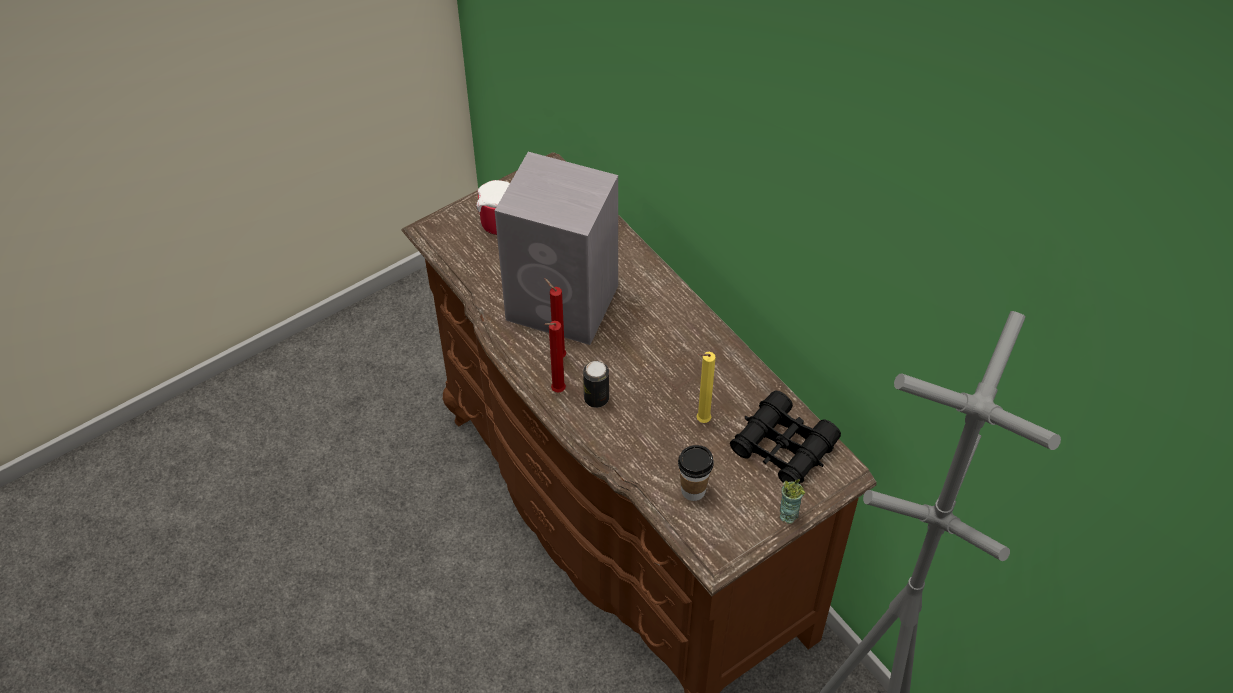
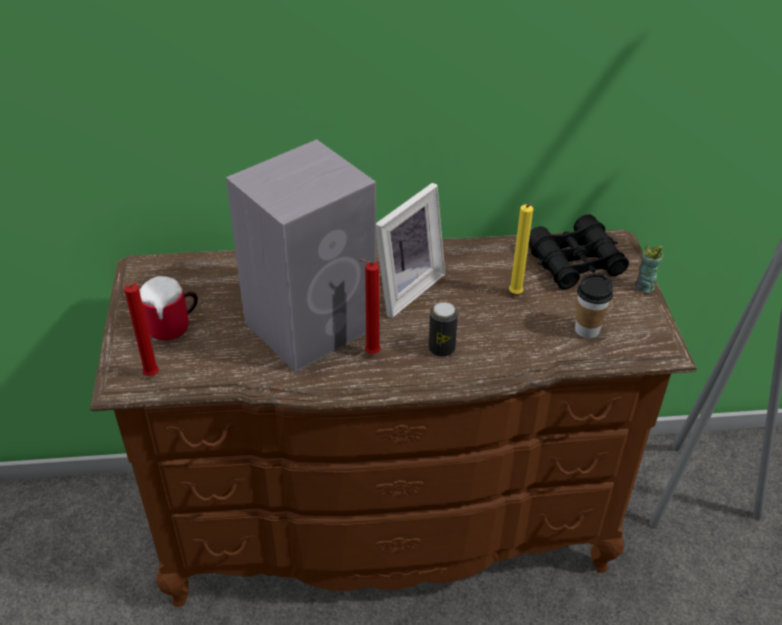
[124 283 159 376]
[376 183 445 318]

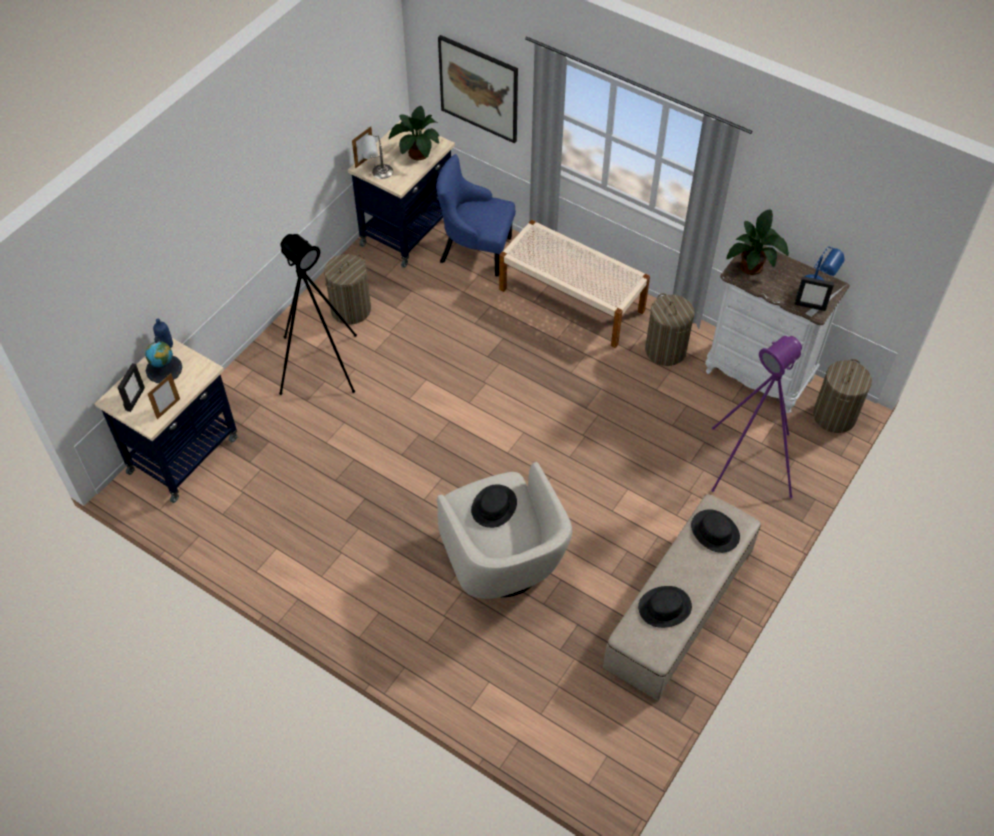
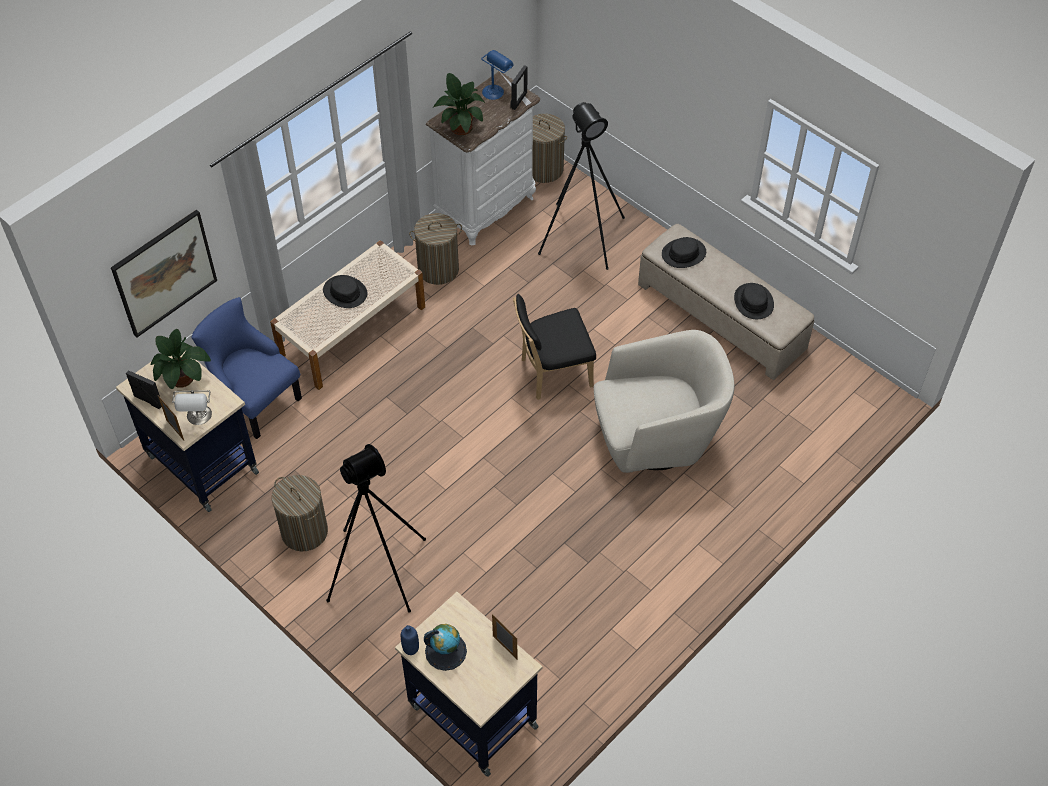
[126 370 162 409]
[191 297 302 439]
[323 275 367 308]
[538 102 625 270]
[513 294 596 400]

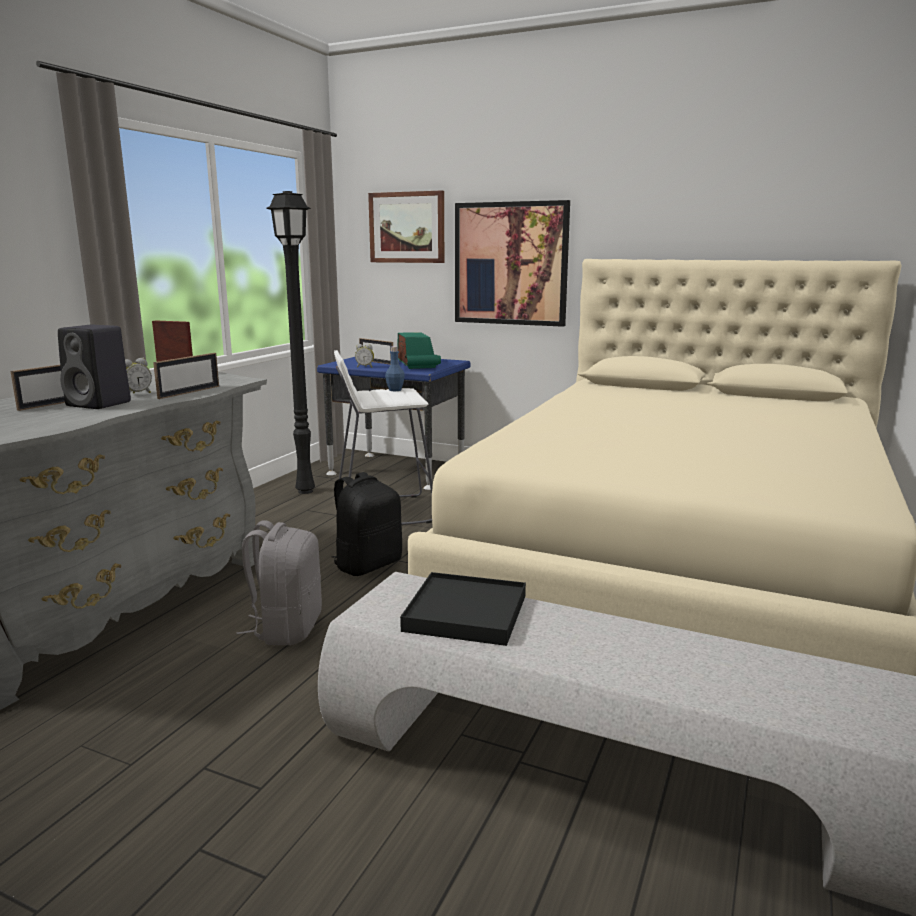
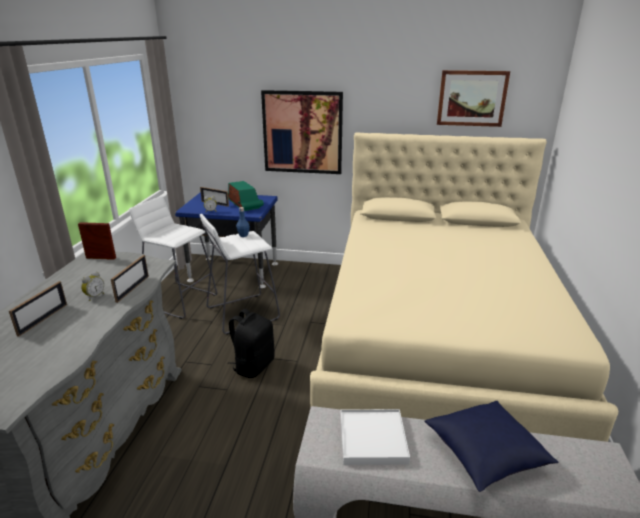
[58 325 131 409] (first image)
[237 520 322 645] (first image)
[129 196 217 319]
[437 70 510 127]
[340 409 410 465]
[425 401 558 492]

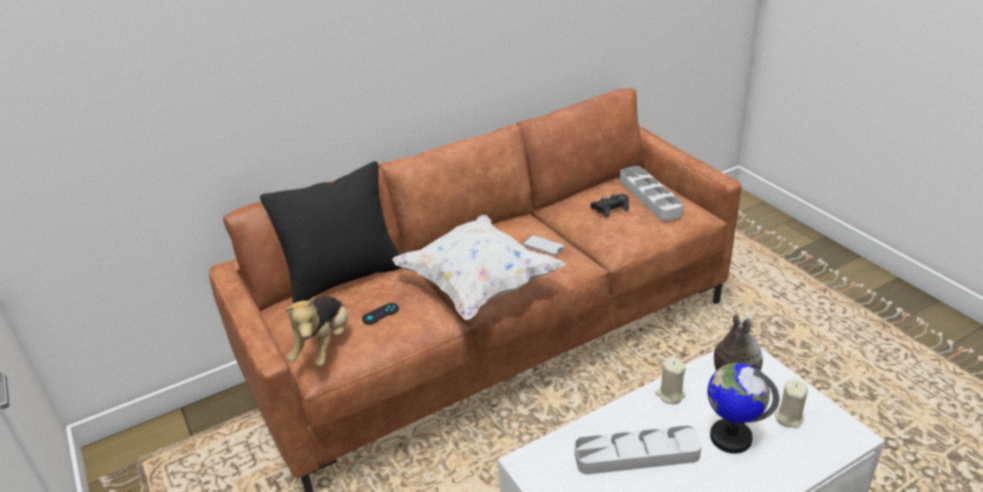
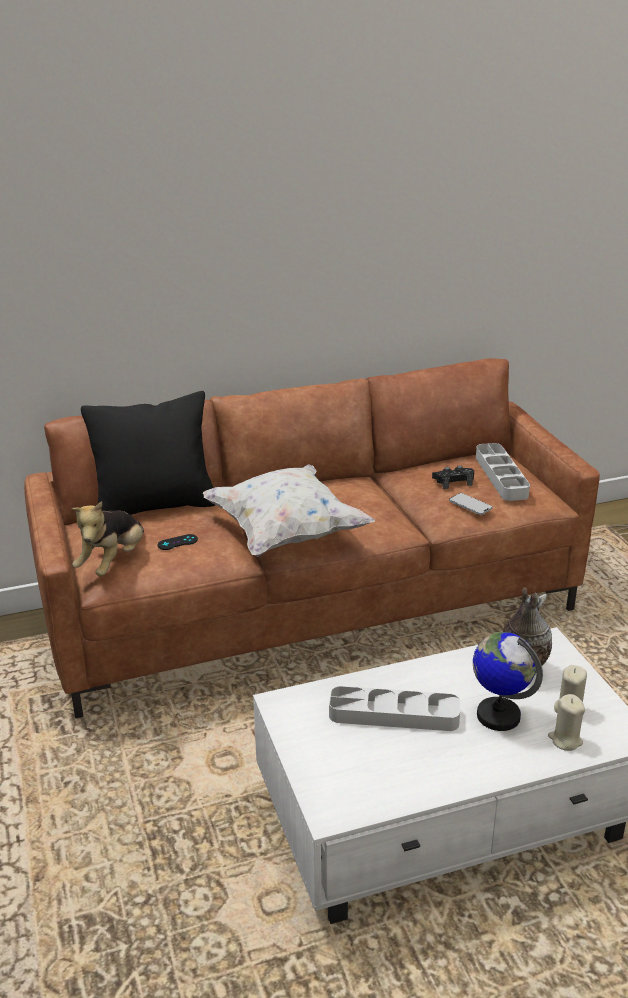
[449 493 493 515]
[548 694 585 751]

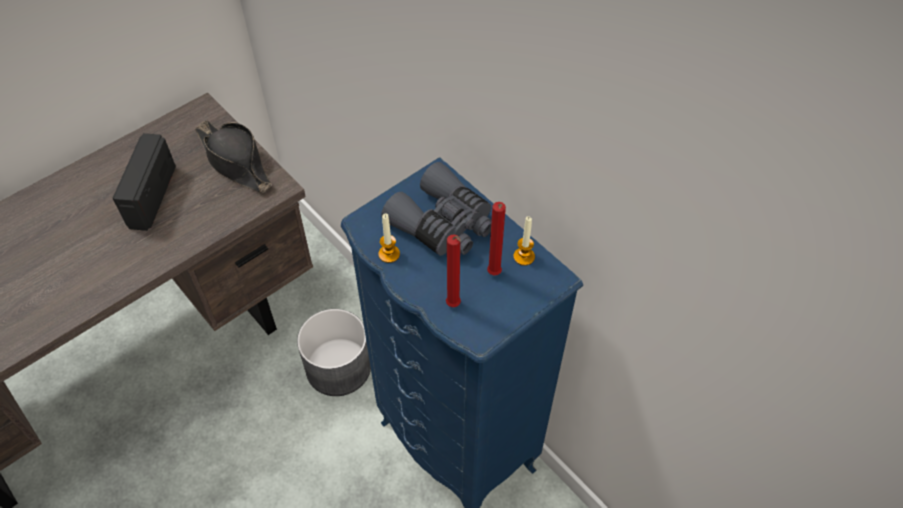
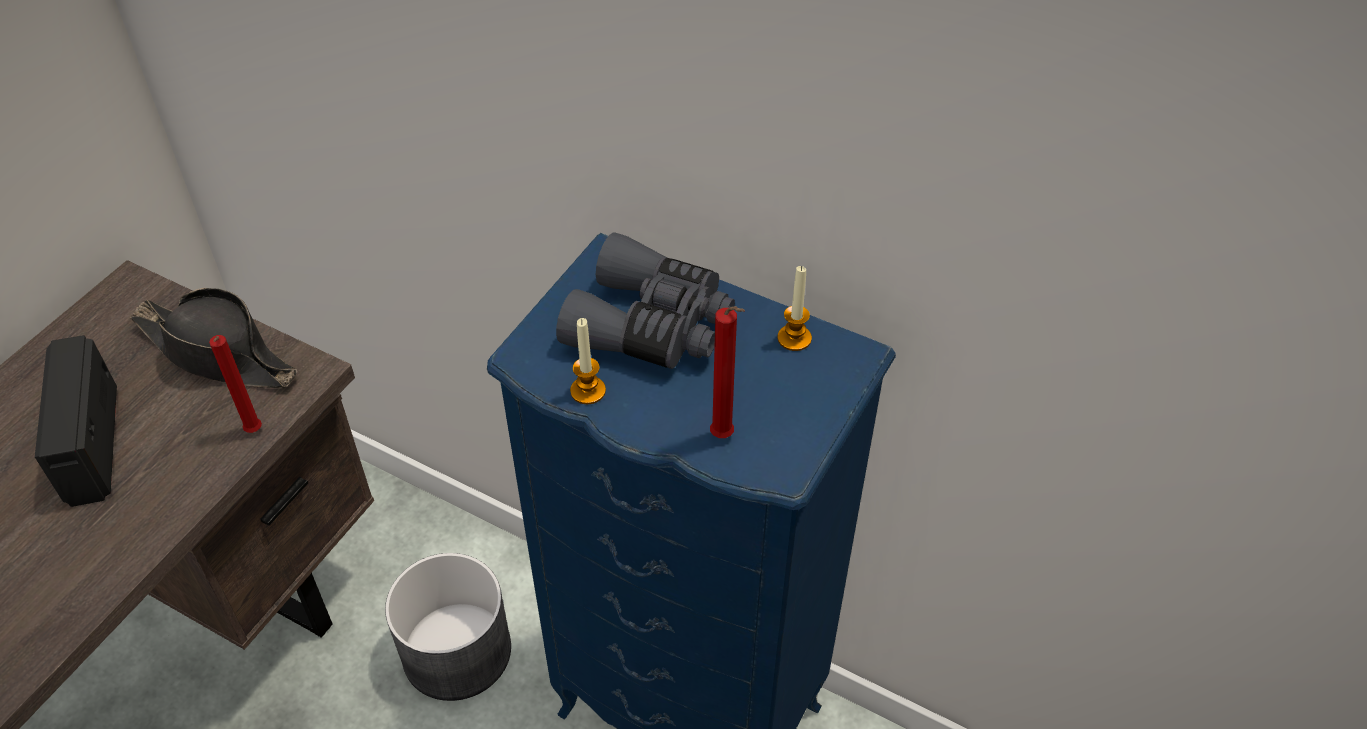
[209 335 262 433]

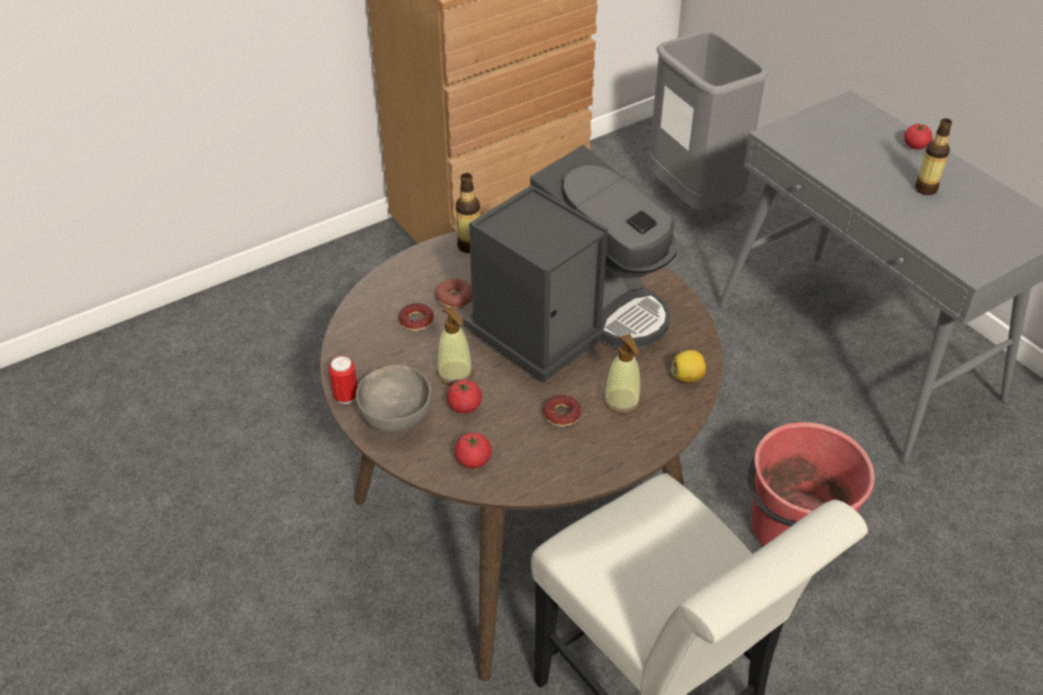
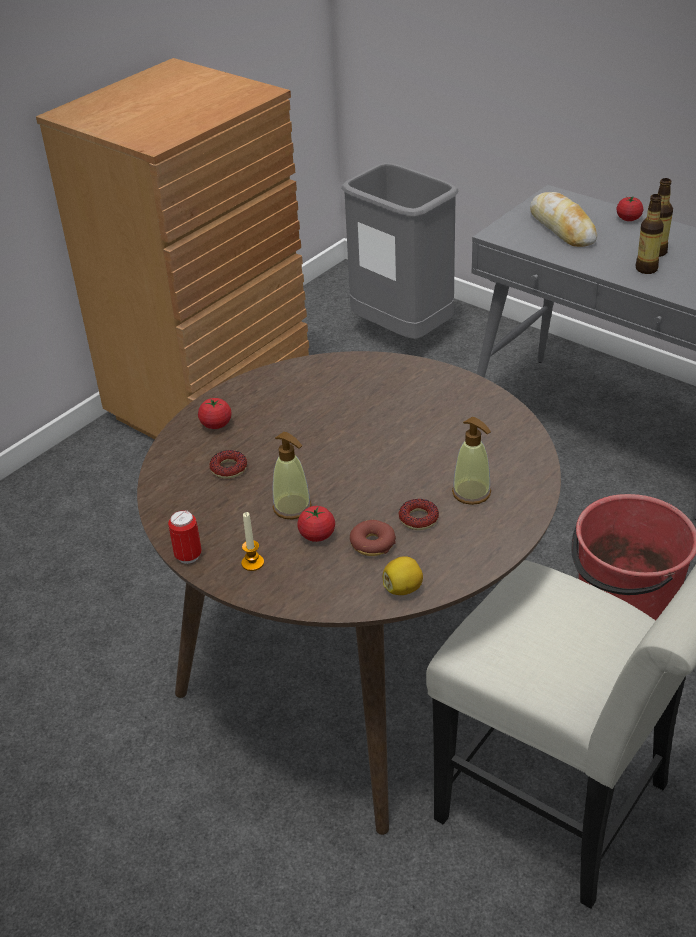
[241 512 264 571]
[350 520 396 556]
[198 398 232 429]
[636 194 664 274]
[463 145 677 382] (first image)
[383 556 423 595]
[530 192 597 247]

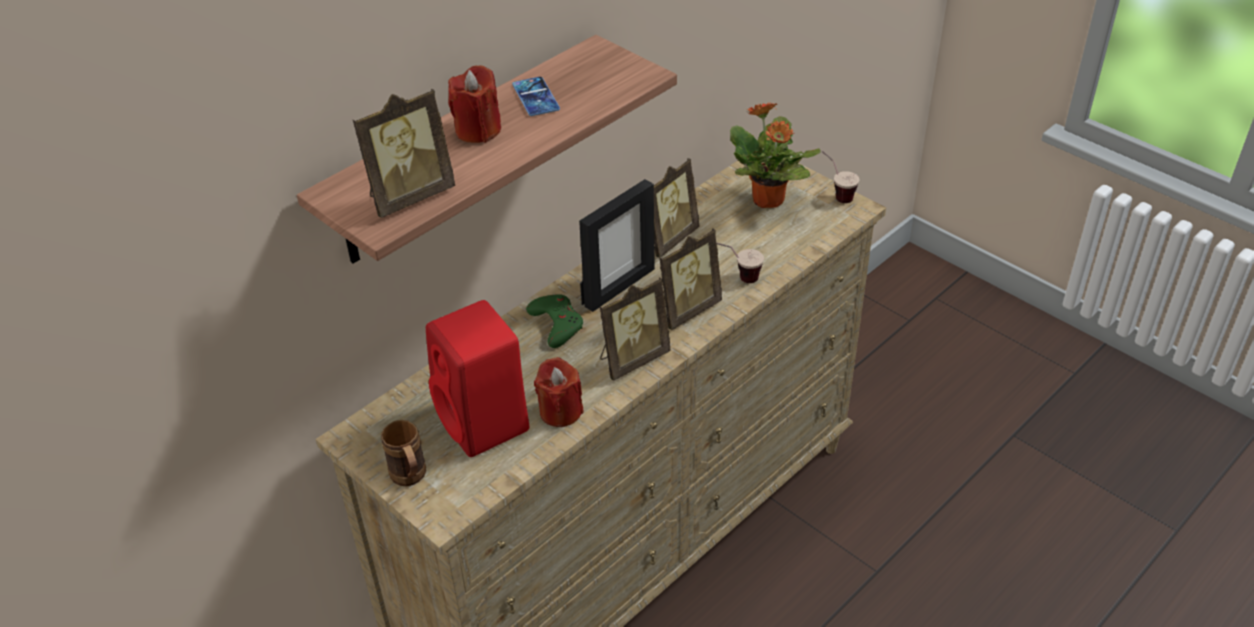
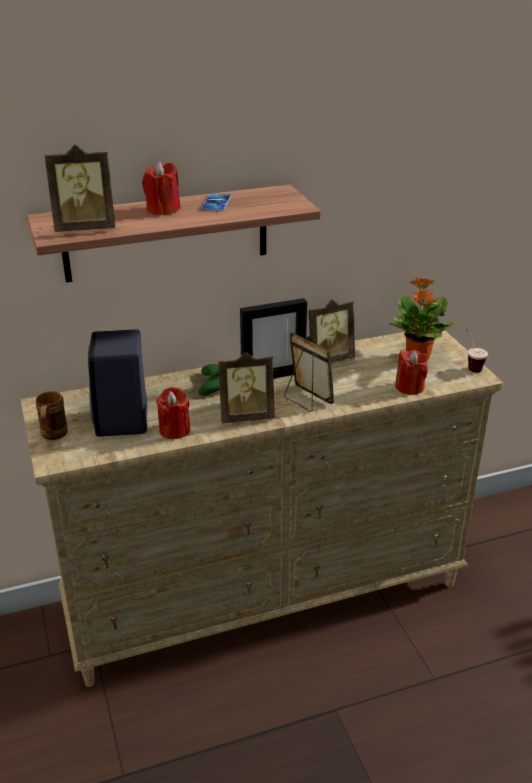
[88 330 147 437]
[284 332 334 412]
[716 243 764 283] (first image)
[395 350 428 395]

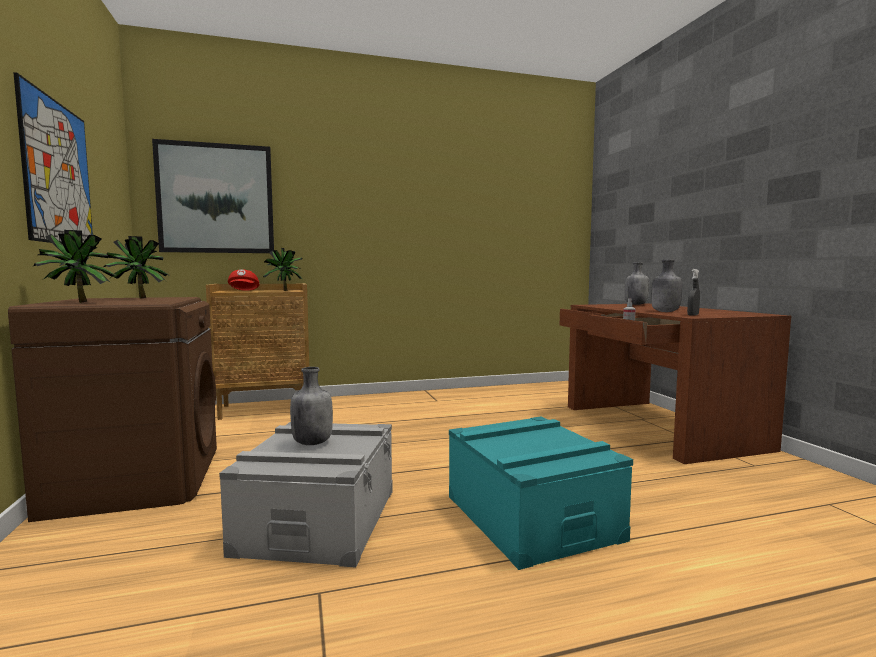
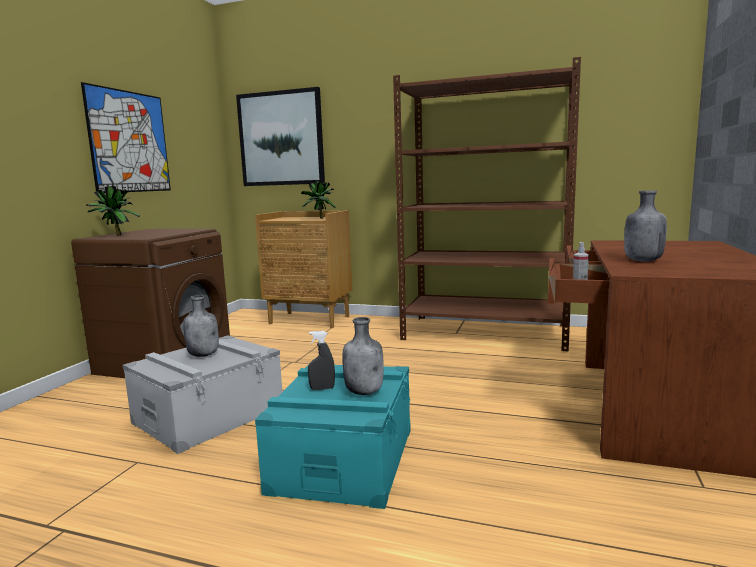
[104 236 170 299] (first image)
[228 269 259 291] (first image)
[343 317 384 395]
[308 331 335 390]
[393 57 581 351]

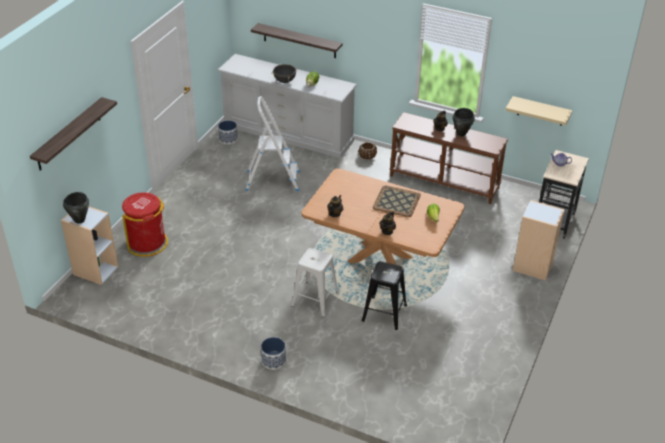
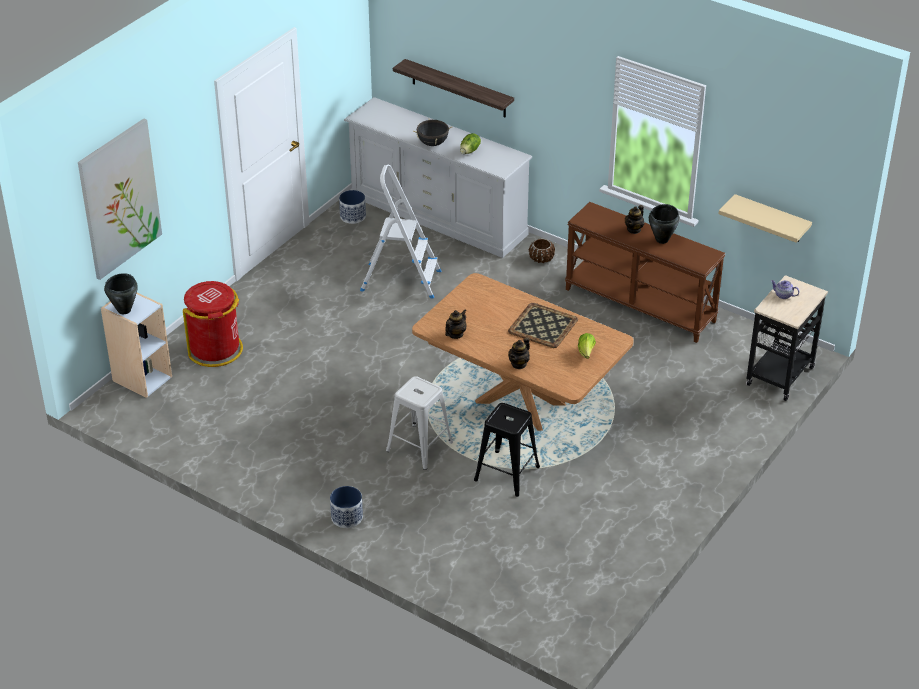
[78 119 162 280]
[513 200 565 281] (first image)

